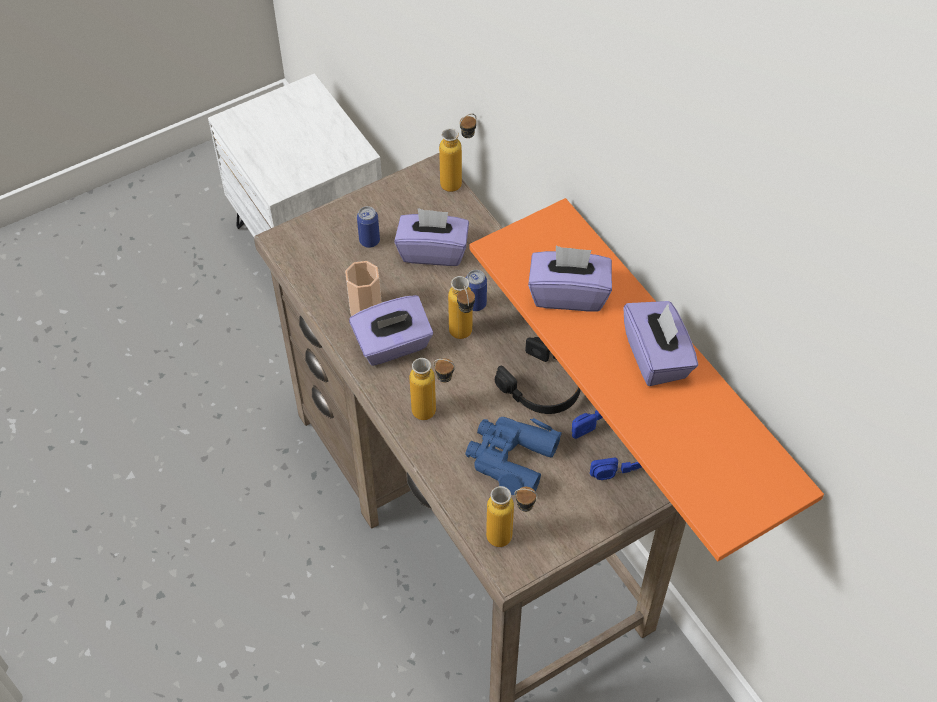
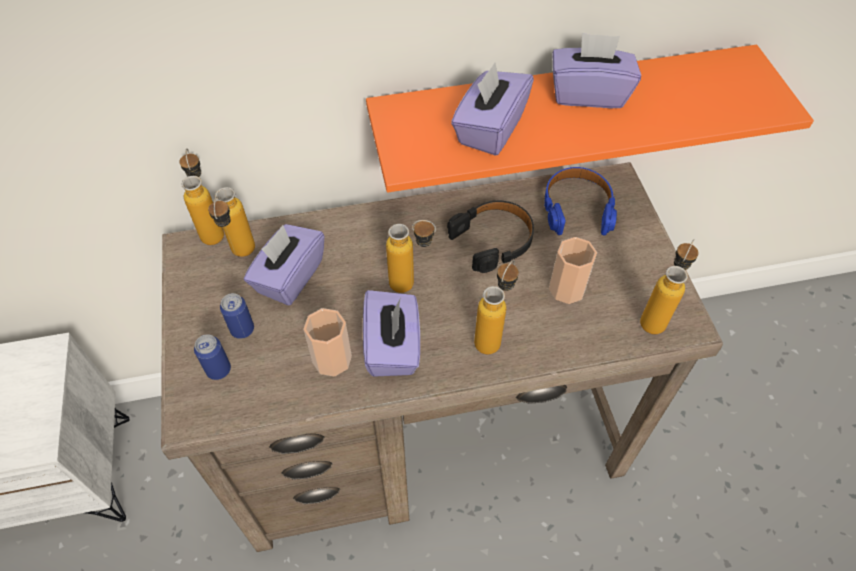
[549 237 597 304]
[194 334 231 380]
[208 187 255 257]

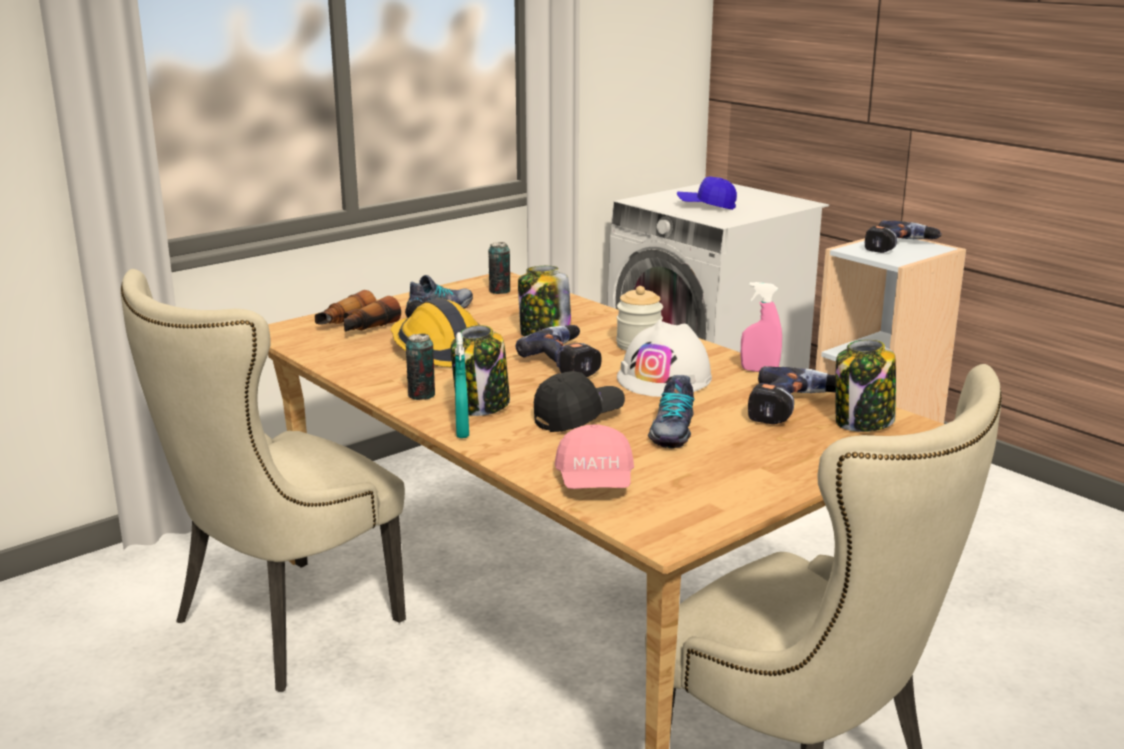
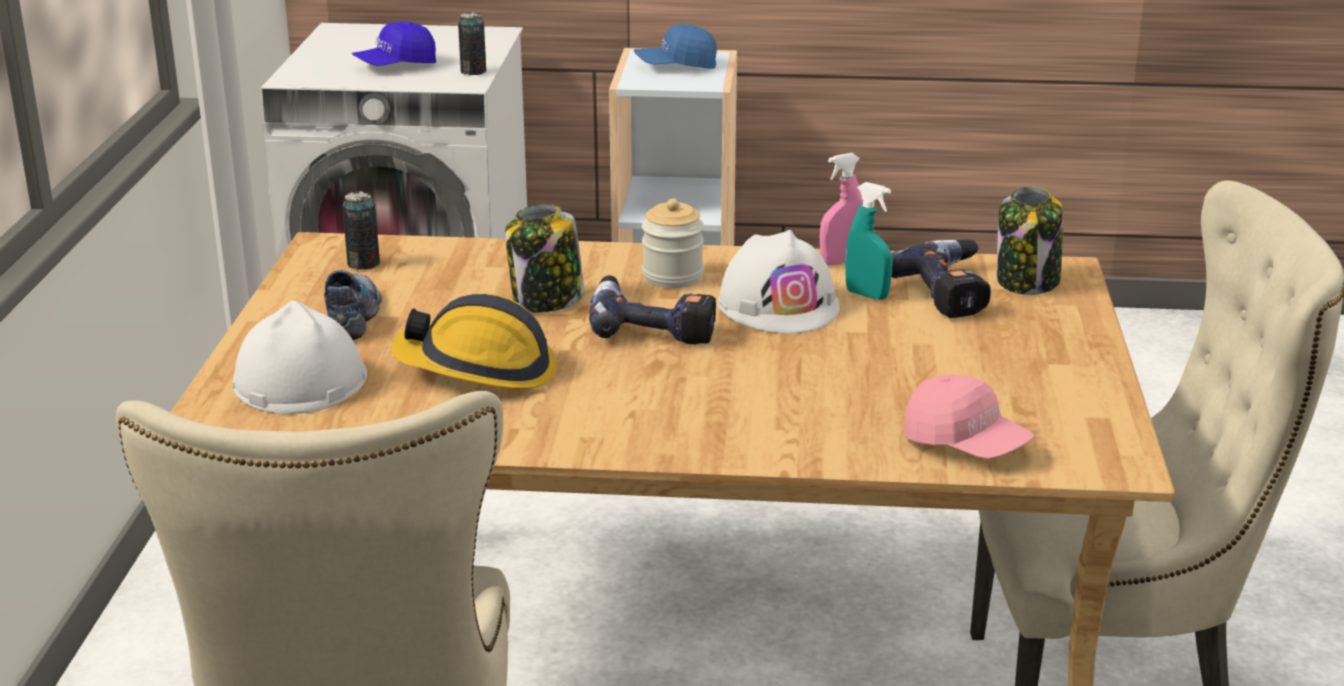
[233 301 367 414]
[458 12 486 75]
[451 325 510 416] (first image)
[845 182 893 300]
[534 371 625 432] (first image)
[648 375 695 449] (first image)
[634 24 717 69]

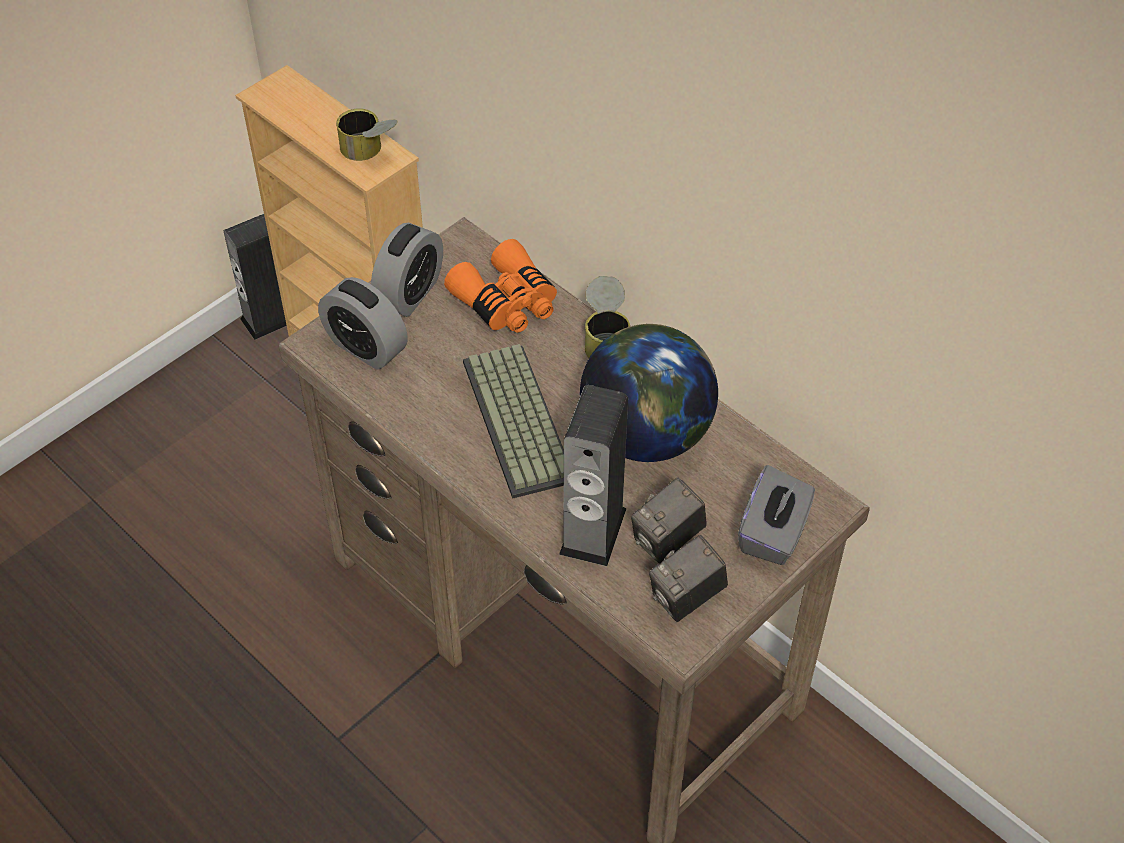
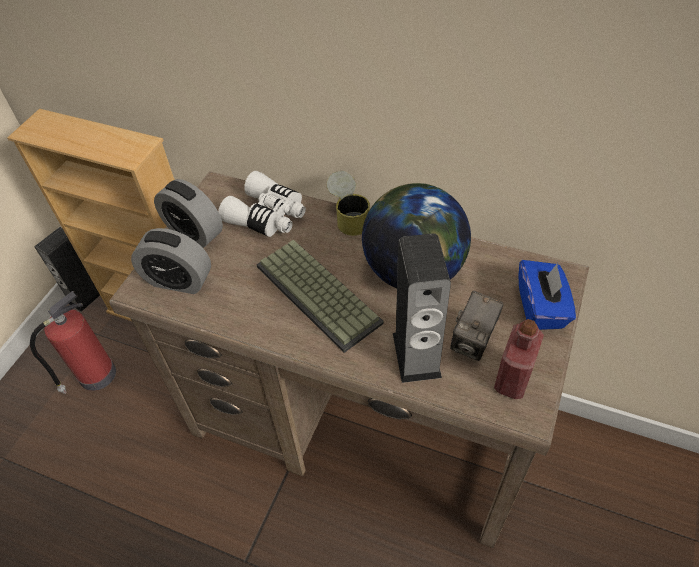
[336 108 398 161] (first image)
[154 179 223 248]
[218 171 306 237]
[494 319 544 399]
[518 260 576 330]
[30 291 116 394]

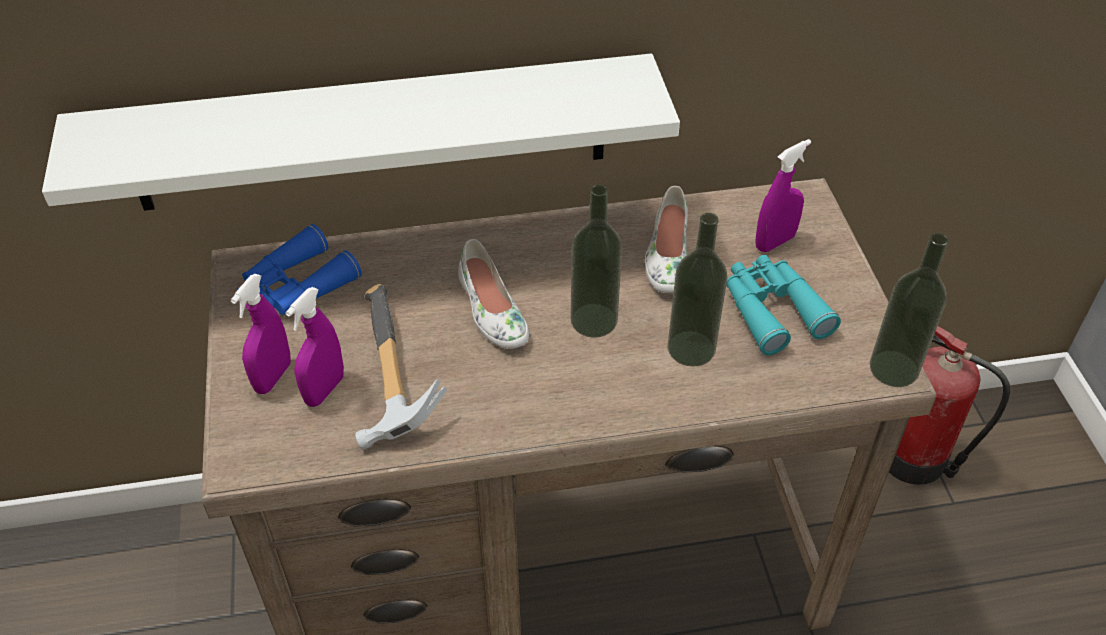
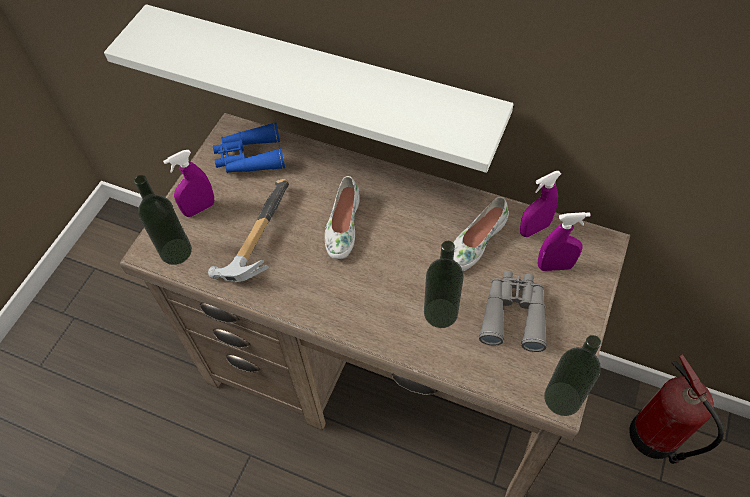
[520 171 561 237]
[134 175 192 265]
[479 271 547 352]

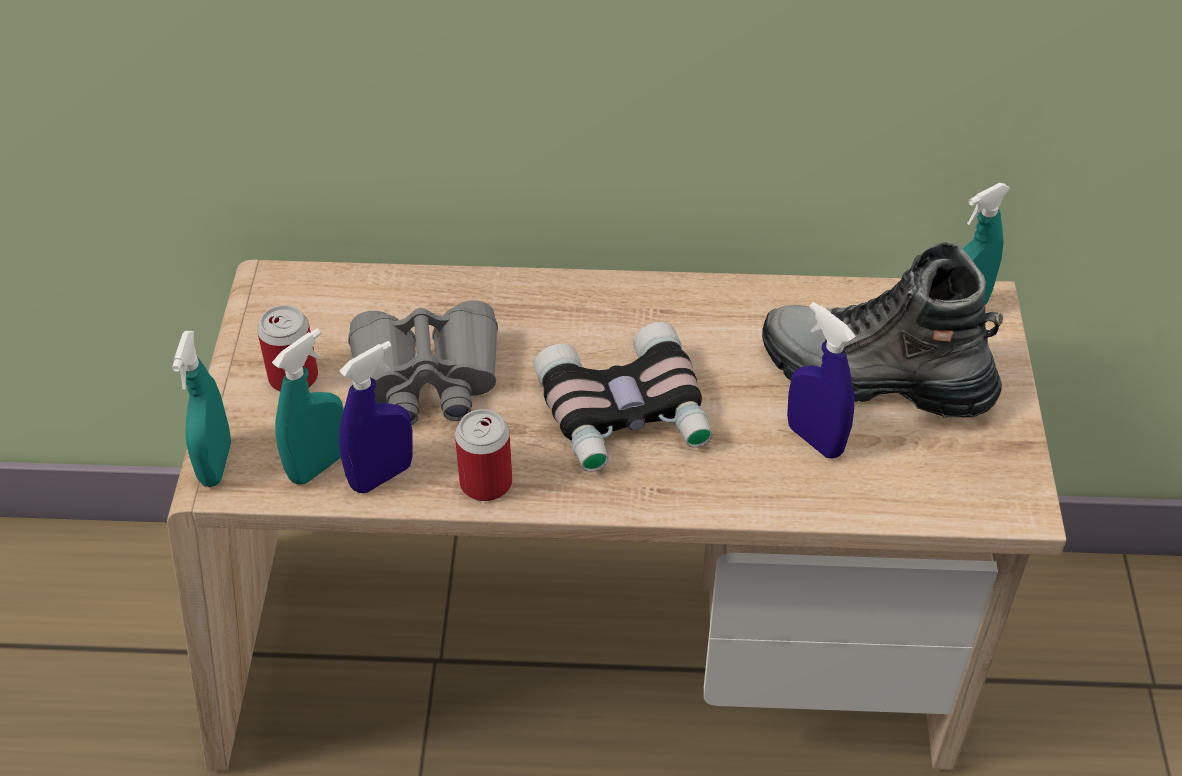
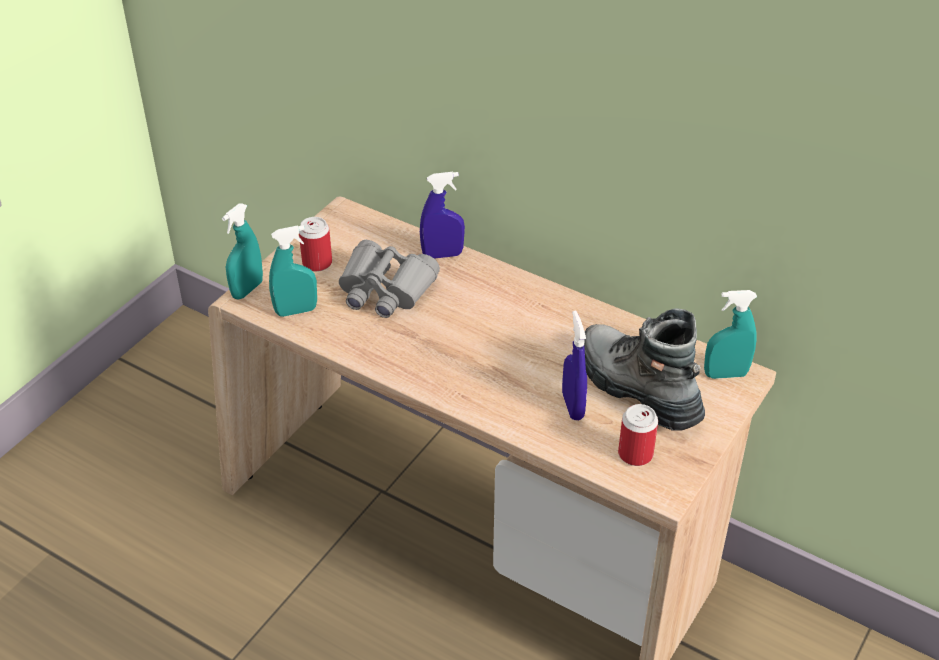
[420 172 465 259]
[618 404 658 466]
[533 322 713 472] (first image)

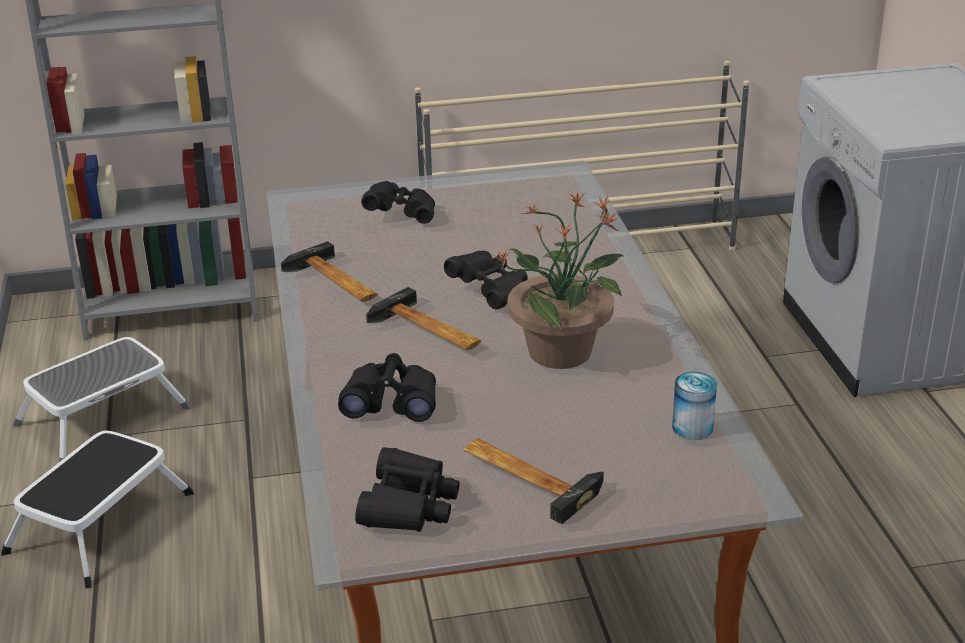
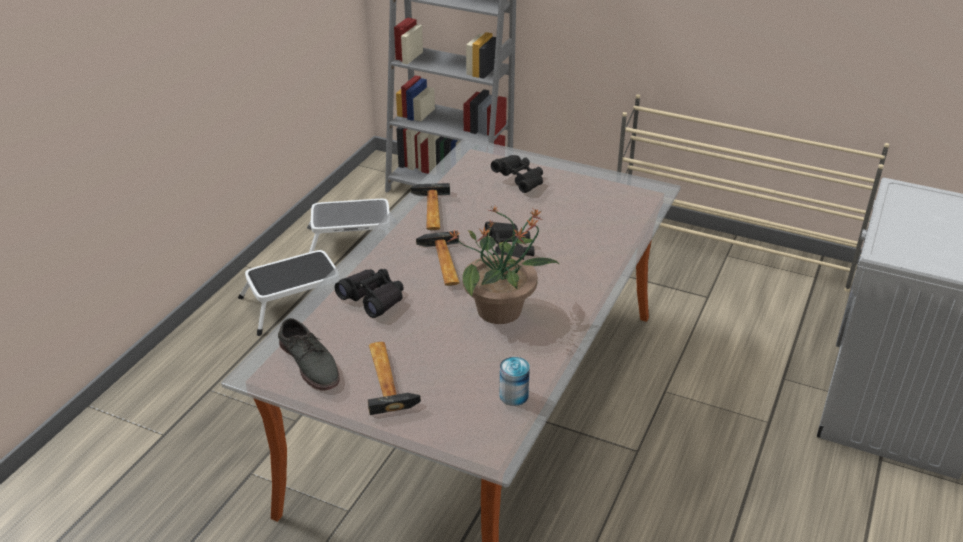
[278 318 340 391]

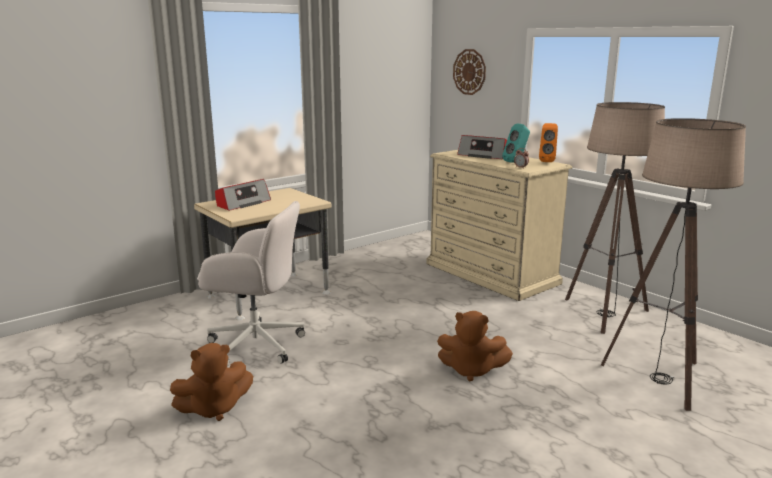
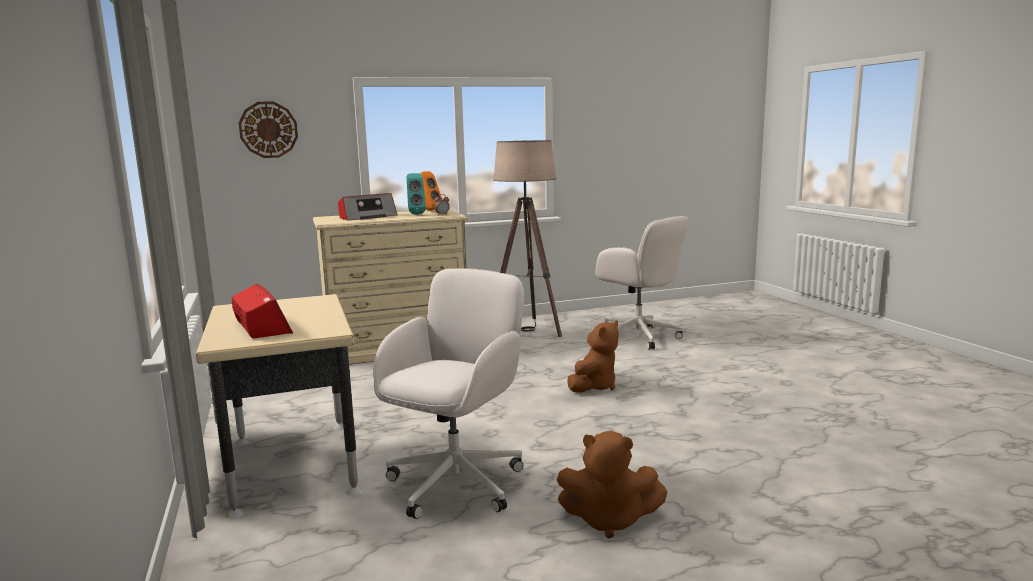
[557 431 668 539]
[595 215 689 350]

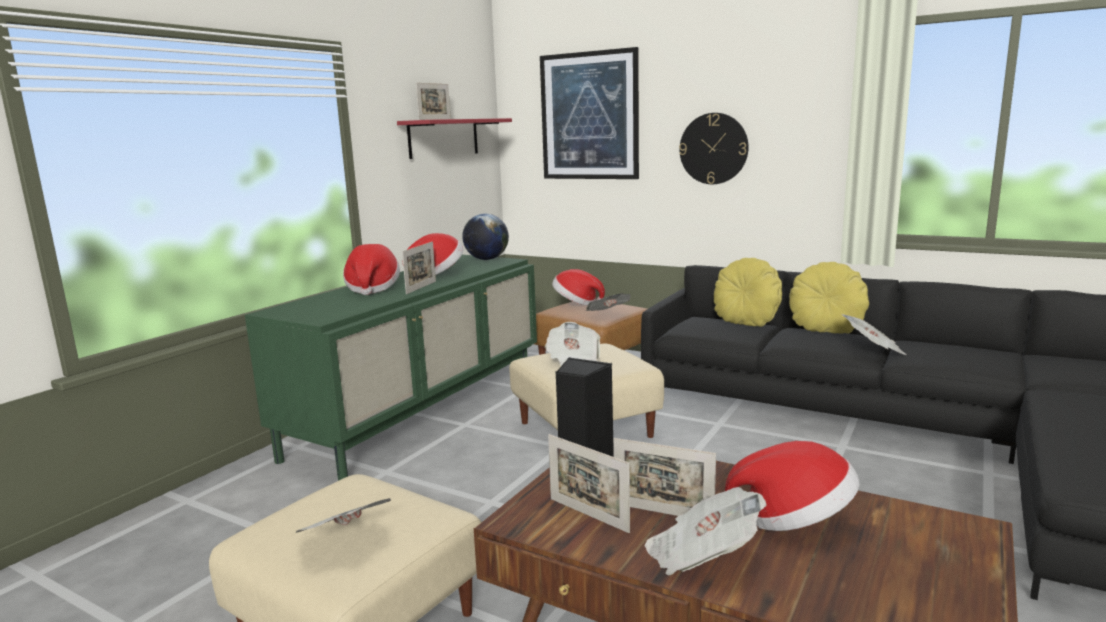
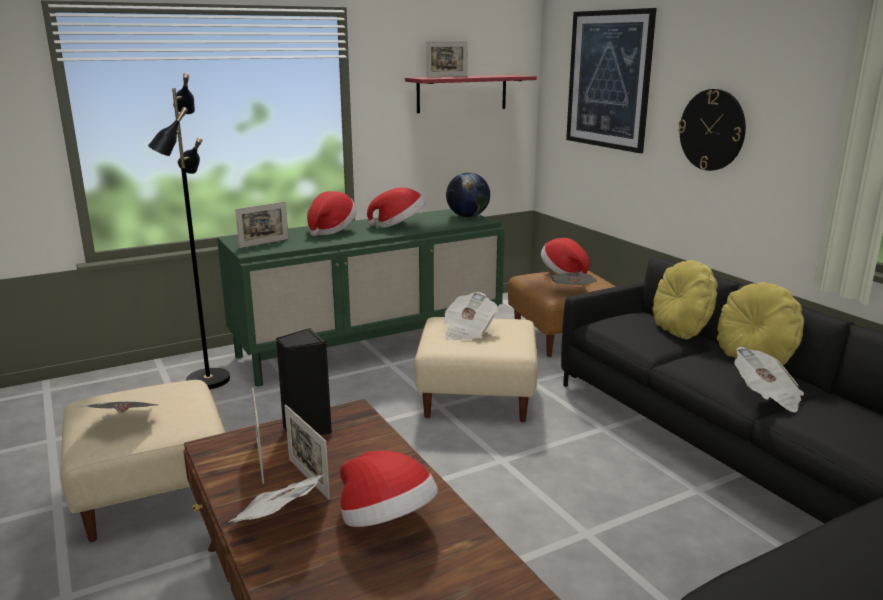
[235 202 289 248]
[148 73 230 389]

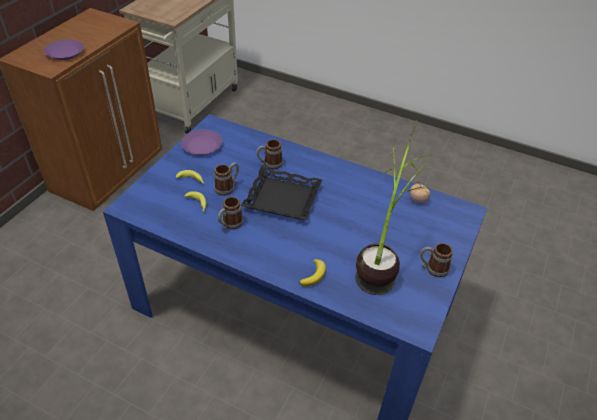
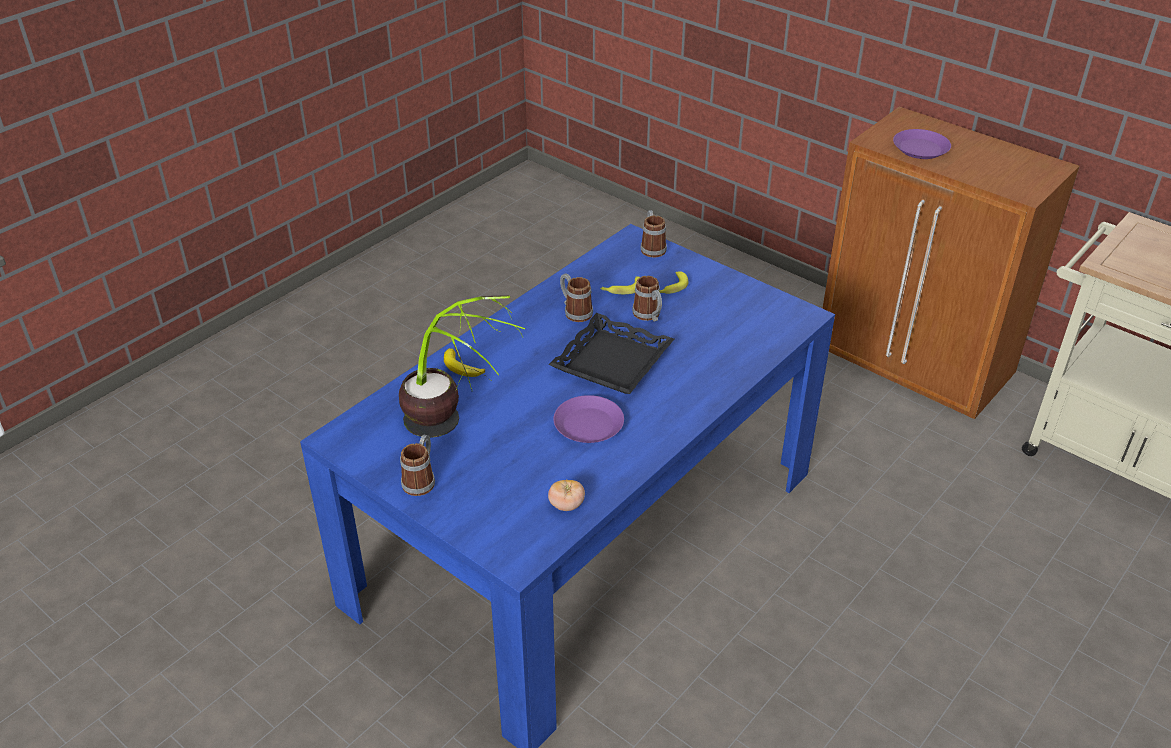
[553 395 624 443]
[641 210 667 257]

